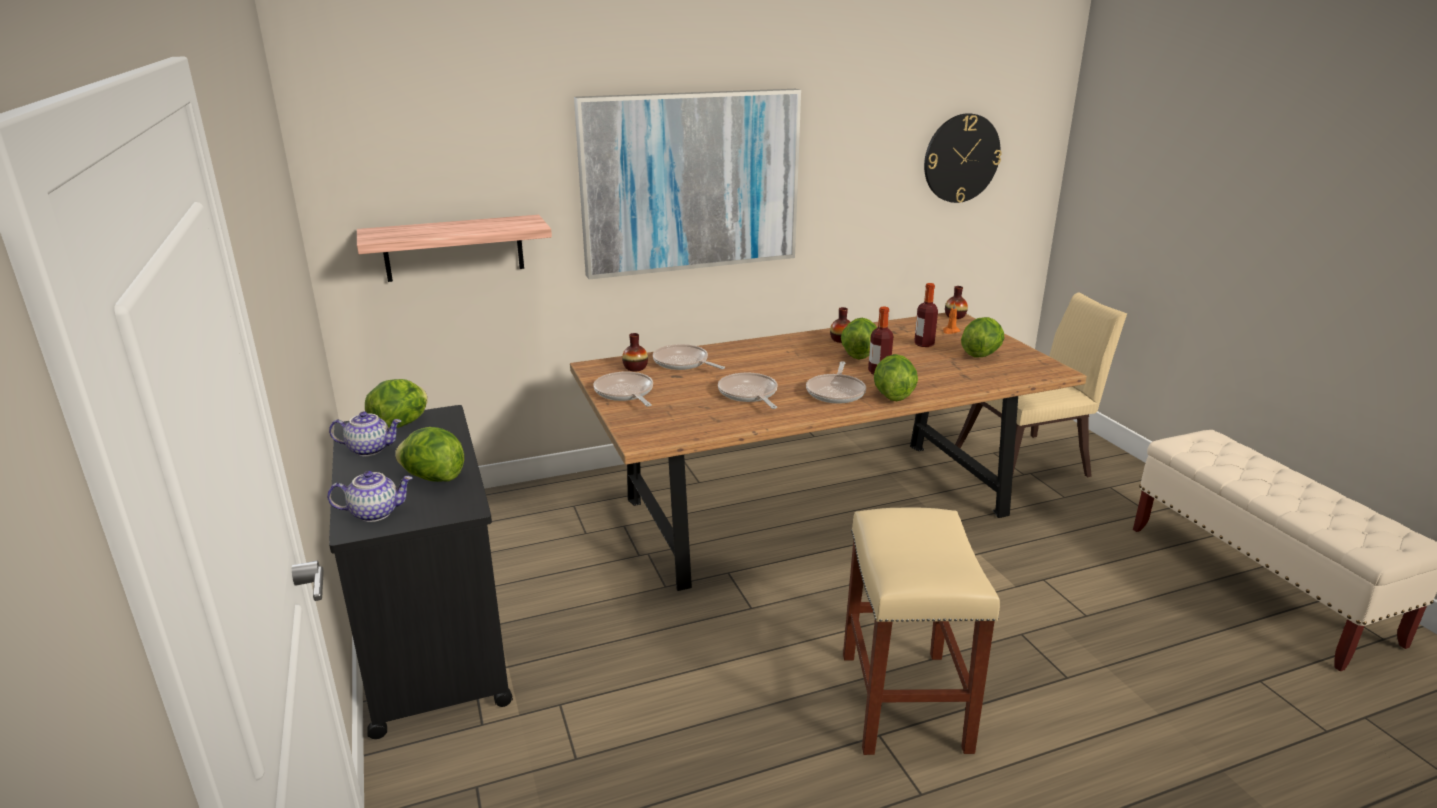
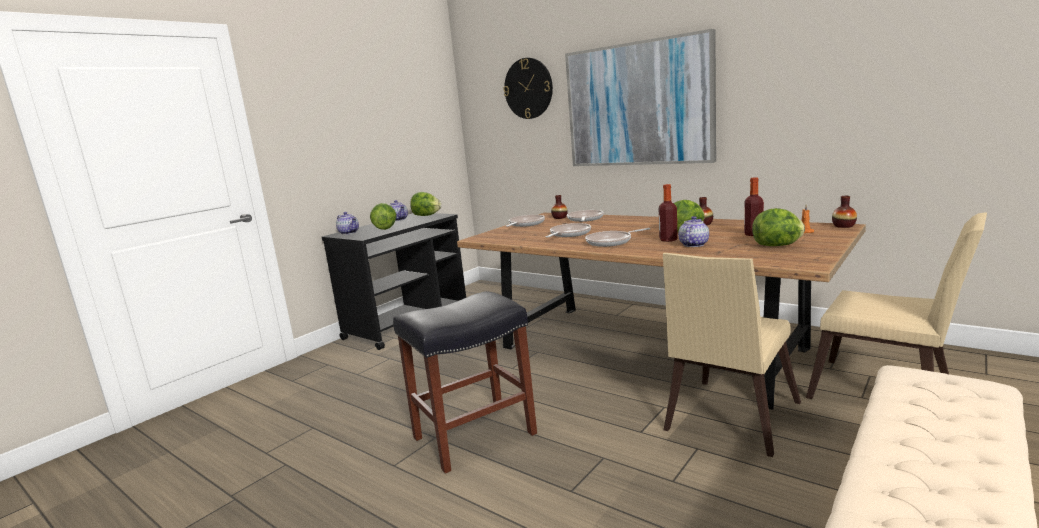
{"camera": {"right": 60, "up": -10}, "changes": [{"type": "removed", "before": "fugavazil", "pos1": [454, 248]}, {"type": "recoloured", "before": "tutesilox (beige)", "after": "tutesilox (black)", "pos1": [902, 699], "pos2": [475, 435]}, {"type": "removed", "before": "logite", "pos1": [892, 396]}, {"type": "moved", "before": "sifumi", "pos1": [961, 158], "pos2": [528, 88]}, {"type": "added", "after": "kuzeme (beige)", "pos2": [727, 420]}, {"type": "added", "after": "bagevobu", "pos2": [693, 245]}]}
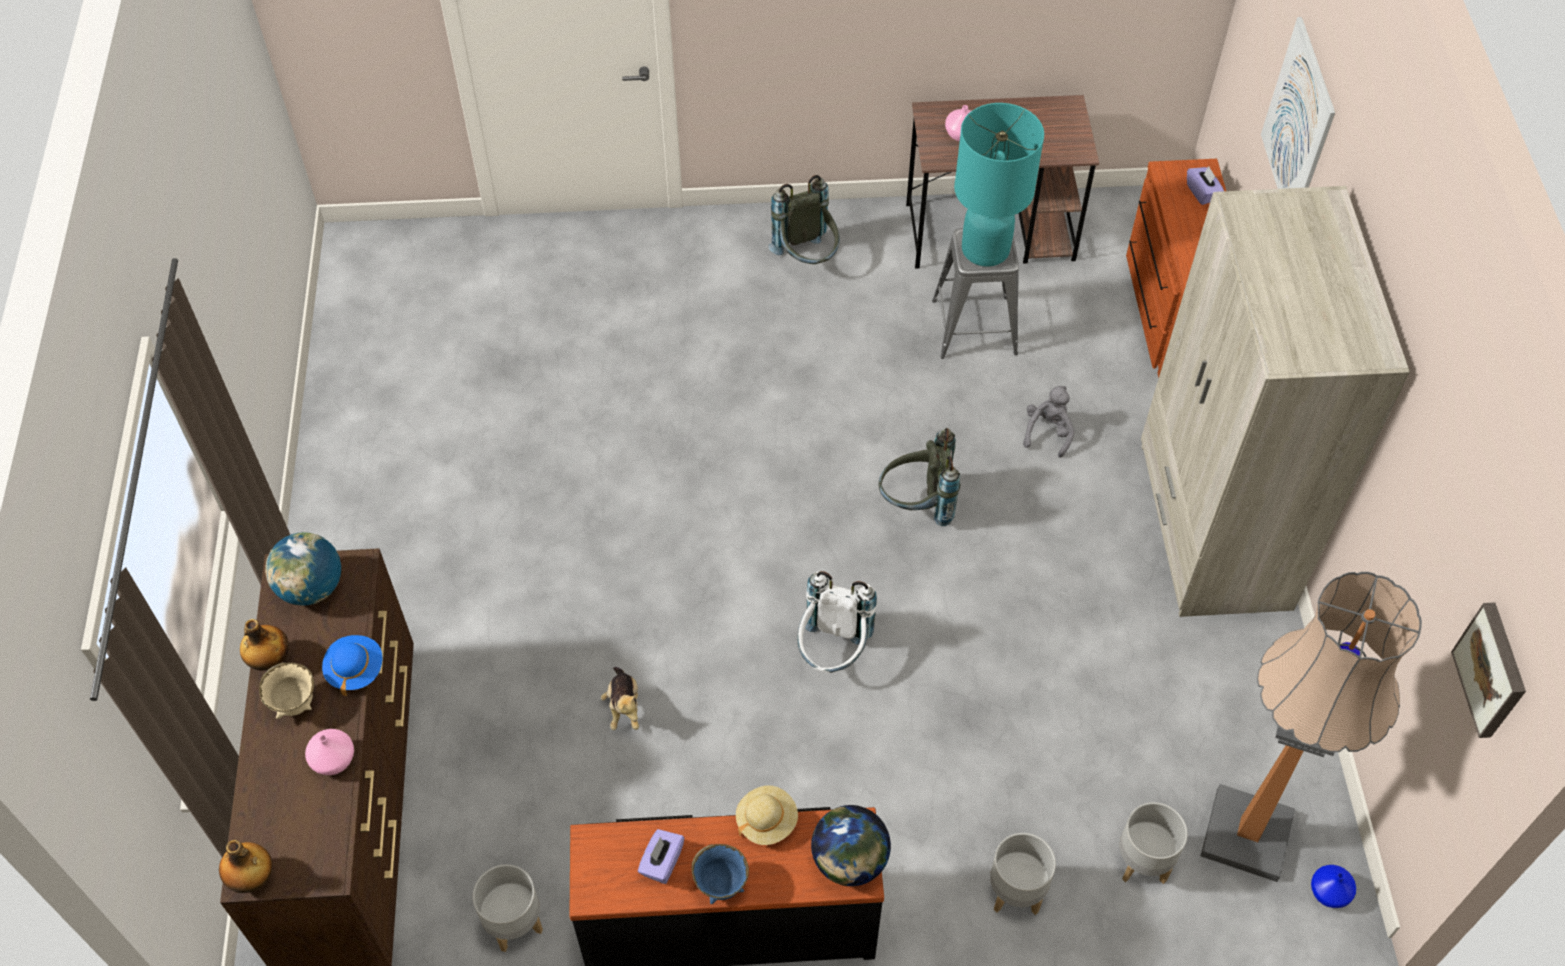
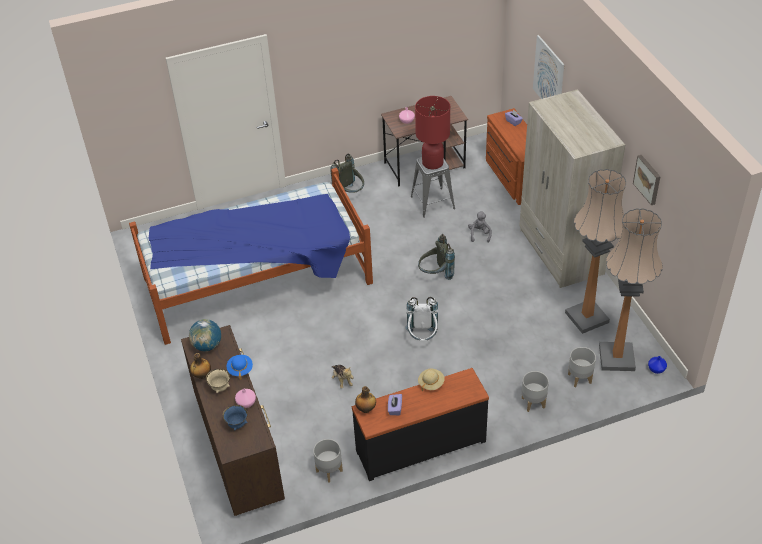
{"camera": {"right": -15, "up": -10}, "changes": [{"type": "moved", "before": "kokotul", "pos1": [253, 879], "pos2": [366, 409]}, {"type": "moved", "before": "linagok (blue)", "pos1": [721, 884], "pos2": [237, 424]}, {"type": "removed", "before": "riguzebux", "pos1": [849, 861]}, {"type": "recoloured", "before": "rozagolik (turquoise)", "after": "rozagolik (red)", "pos1": [985, 250], "pos2": [432, 163]}, {"type": "moved", "before": "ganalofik", "pos1": [1493, 670], "pos2": [648, 179]}, {"type": "added", "after": "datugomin", "pos2": [258, 281]}, {"type": "added", "after": "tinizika", "pos2": [587, 317]}]}
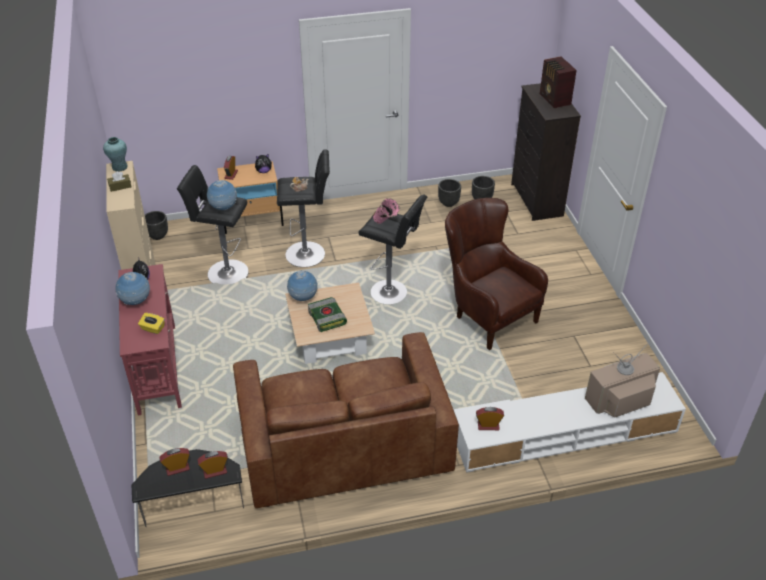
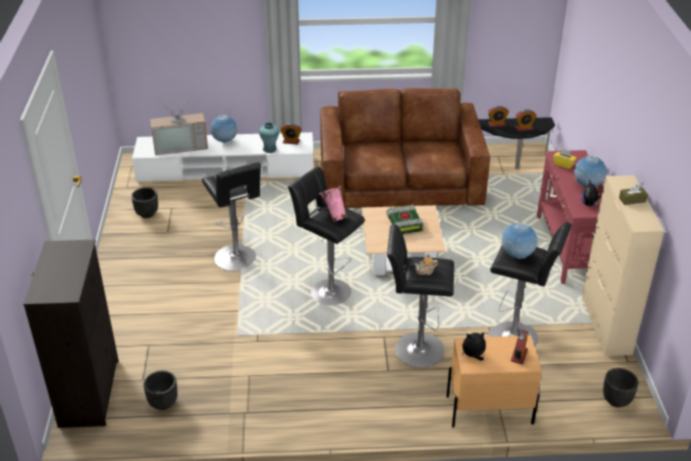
{"camera": {"right": -170, "up": -5}, "changes": [{"type": "moved", "before": "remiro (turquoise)", "pos1": [119, 167], "pos2": [269, 149]}, {"type": "moved", "before": "riguzebux", "pos1": [303, 298], "pos2": [225, 141]}, {"type": "moved", "before": "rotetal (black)", "pos1": [449, 203], "pos2": [146, 214]}, {"type": "replaced", "before": "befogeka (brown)", "after": "tutesilox (black)", "pos1": [487, 314], "pos2": [238, 259]}, {"type": "removed", "before": "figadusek", "pos1": [554, 100]}]}
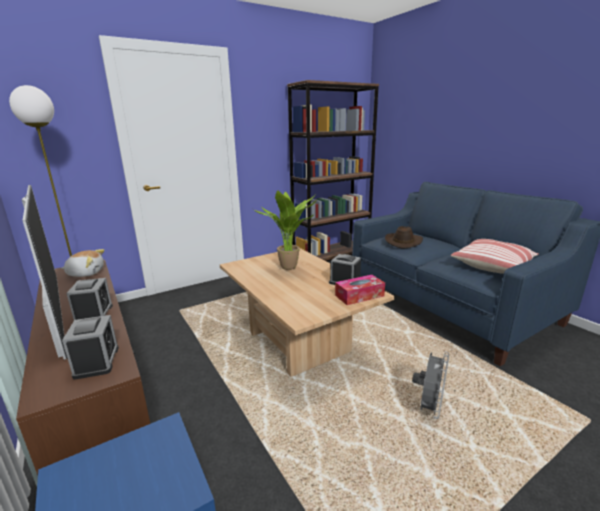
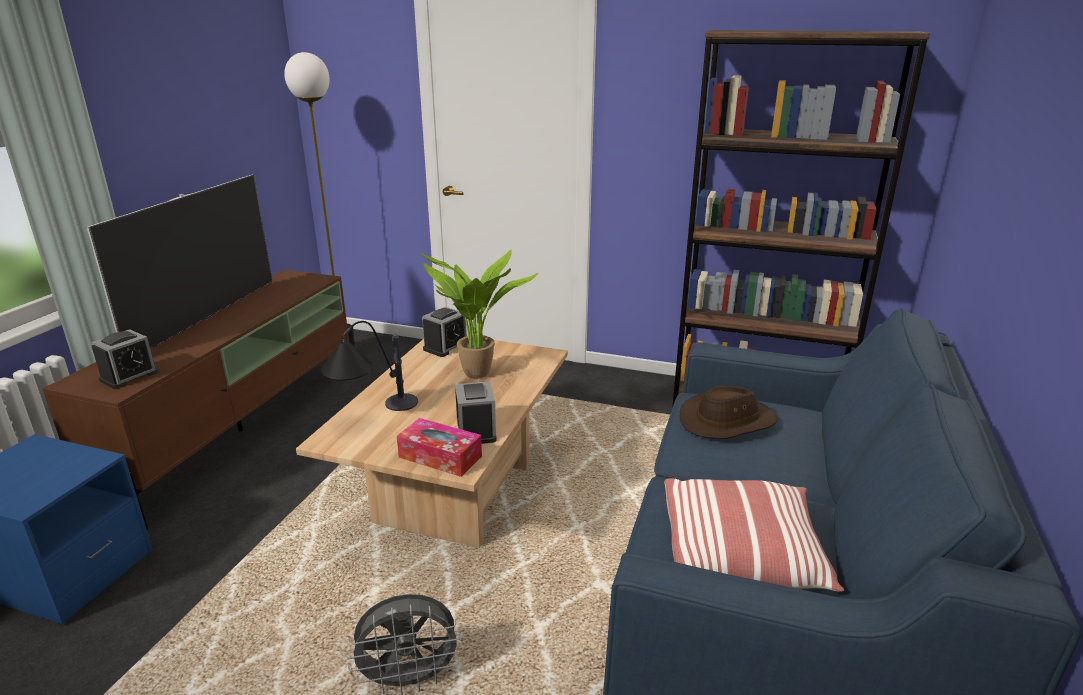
{"camera": {"right": 50, "up": 5}, "changes": [{"type": "removed", "before": "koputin", "pos1": [86, 273]}, {"type": "moved", "before": "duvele", "pos1": [94, 314], "pos2": [446, 347]}, {"type": "added", "after": "rozagolik", "pos2": [372, 414]}]}
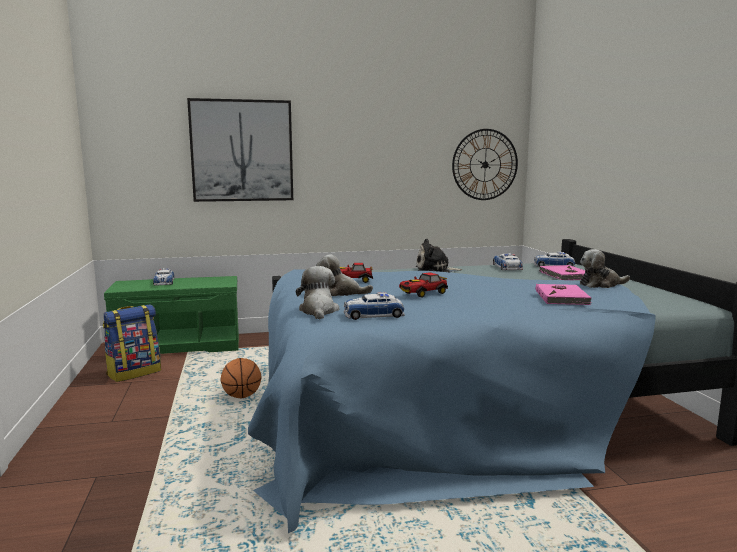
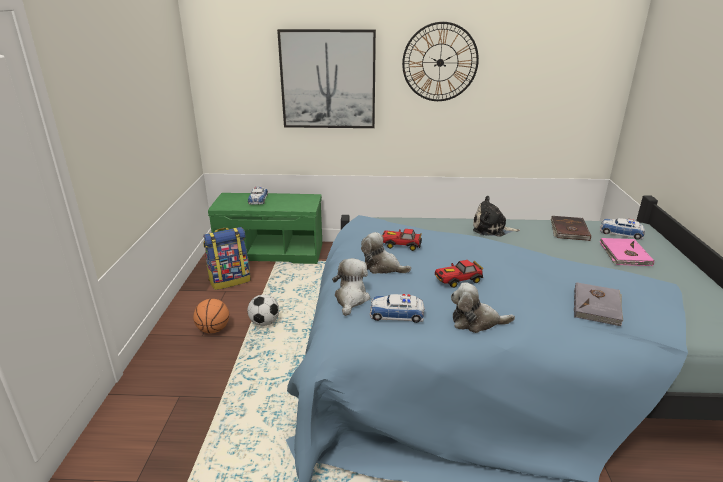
{"camera": {"right": 15, "up": 15}, "changes": [{"type": "moved", "before": "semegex", "pos1": [242, 396], "pos2": [213, 330]}, {"type": "moved", "before": "sifumi", "pos1": [485, 164], "pos2": [440, 62]}, {"type": "replaced", "before": "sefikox", "after": "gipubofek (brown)", "pos1": [507, 267], "pos2": [568, 230]}, {"type": "recoloured", "before": "gipubofek (pink)", "after": "gipubofek (grey)", "pos1": [562, 297], "pos2": [597, 306]}, {"type": "moved", "before": "koputin", "pos1": [601, 284], "pos2": [476, 322]}, {"type": "added", "after": "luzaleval", "pos2": [264, 322]}]}
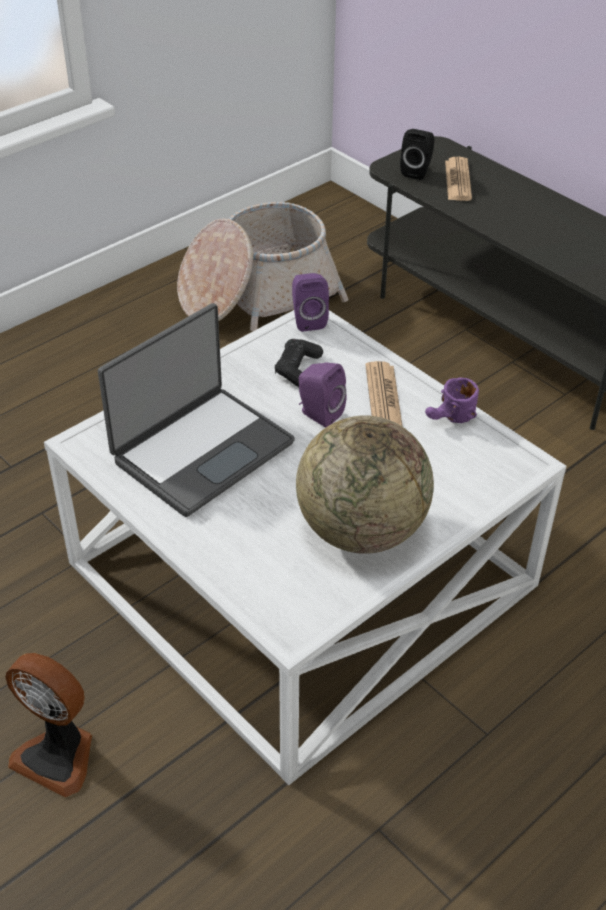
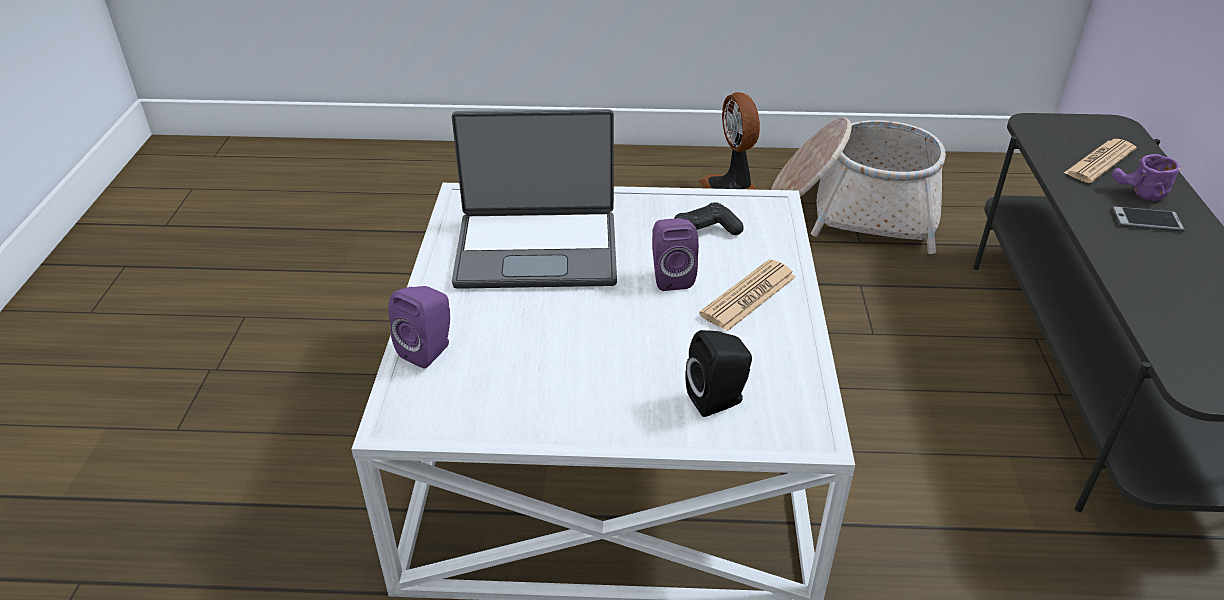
{"camera": {"right": 45, "up": -5}, "changes": [{"type": "moved", "before": "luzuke", "pos1": [58, 755], "pos2": [730, 189]}, {"type": "moved", "before": "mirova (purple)", "pos1": [308, 320], "pos2": [429, 350]}, {"type": "removed", "before": "riguzebux", "pos1": [361, 530]}, {"type": "moved", "before": "mirova (black)", "pos1": [417, 171], "pos2": [719, 400]}, {"type": "moved", "before": "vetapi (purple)", "pos1": [450, 419], "pos2": [1137, 193]}, {"type": "added", "after": "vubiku", "pos2": [1146, 220]}]}
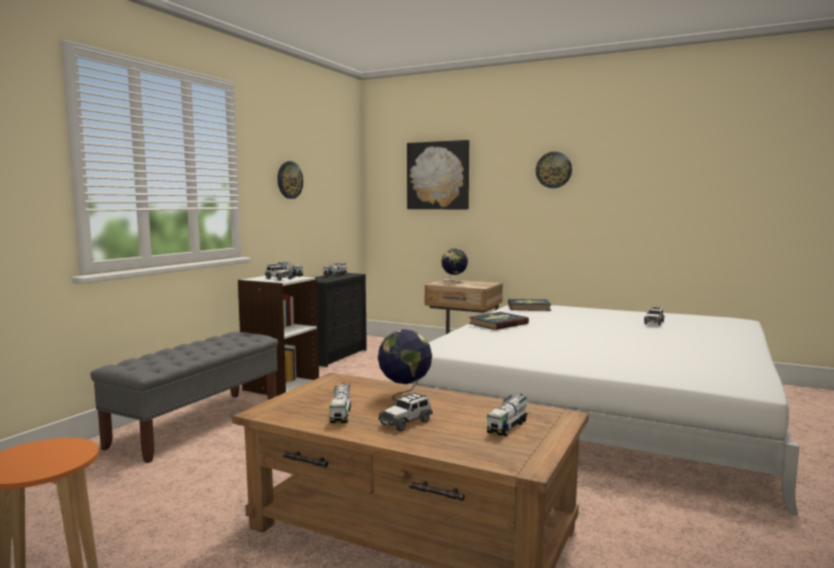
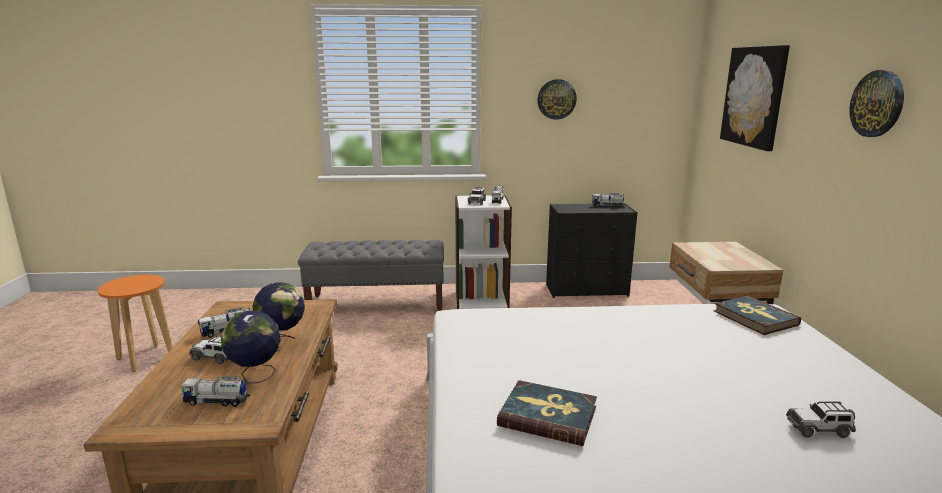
{"camera": {"right": 60, "up": 10}, "changes": [{"type": "moved", "before": "riguzebux", "pos1": [454, 282], "pos2": [256, 376]}, {"type": "moved", "before": "gipubofek", "pos1": [498, 323], "pos2": [548, 416]}]}
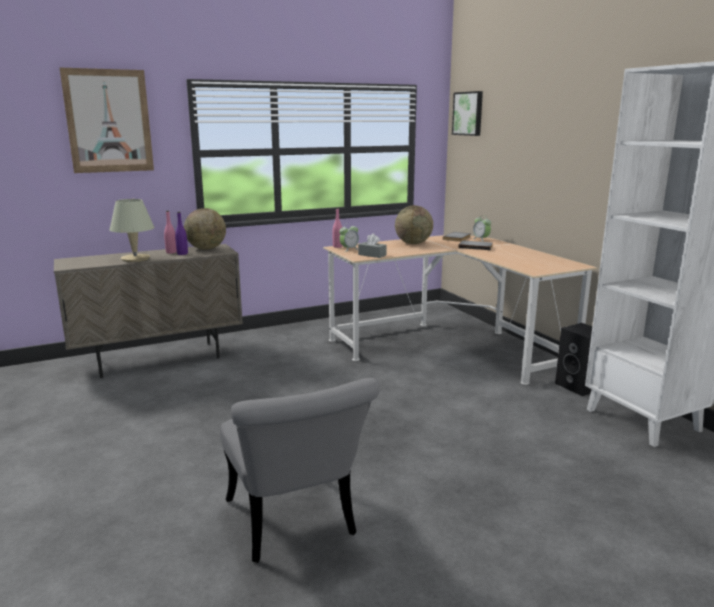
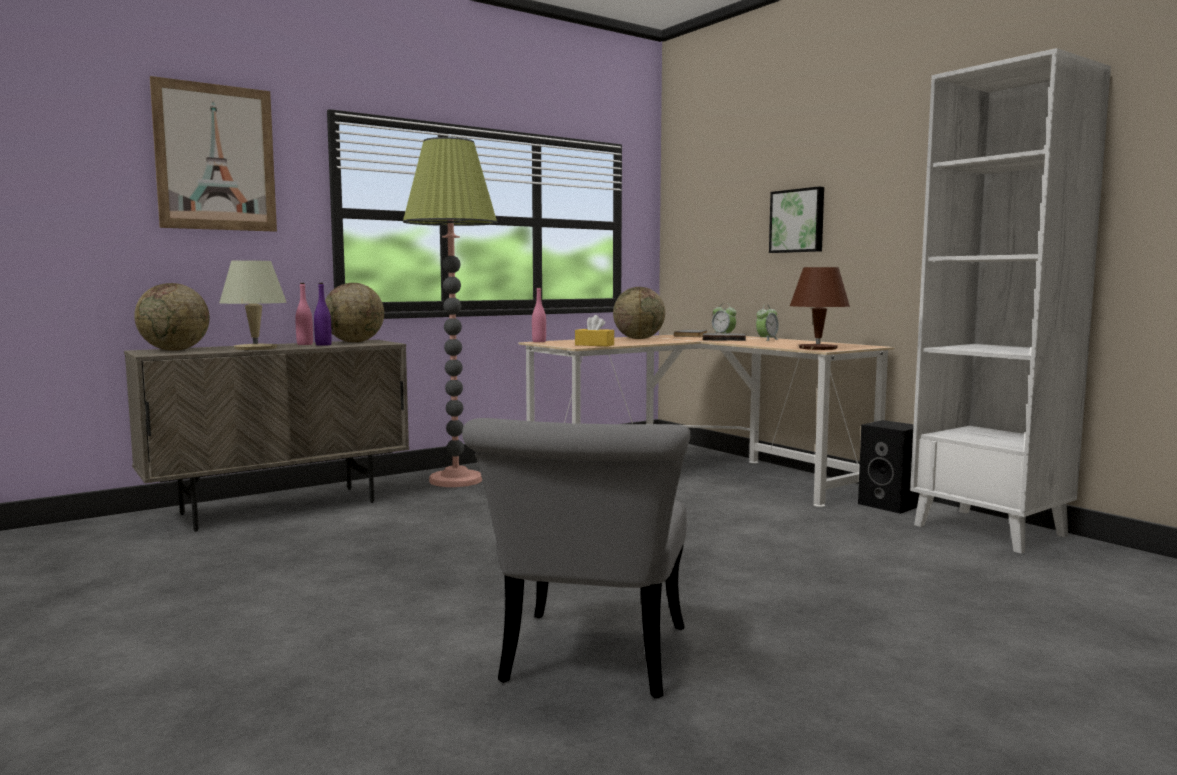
{"camera": {"right": -10, "up": -10}, "changes": [{"type": "turned", "before": "kuzeme (grey)", "pos1": [295, 525], "pos2": [590, 664], "turn": 45}, {"type": "moved", "before": "duvele", "pos1": [349, 249], "pos2": [766, 339]}, {"type": "recoloured", "before": "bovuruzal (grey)", "after": "bovuruzal (yellow)", "pos1": [372, 255], "pos2": [594, 345]}, {"type": "moved", "before": "ganalofik", "pos1": [468, 113], "pos2": [798, 221]}, {"type": "added", "after": "riguzebux", "pos2": [175, 350]}, {"type": "added", "after": "tinizika", "pos2": [456, 480]}, {"type": "added", "after": "rozagolik (brown)", "pos2": [818, 348]}]}
